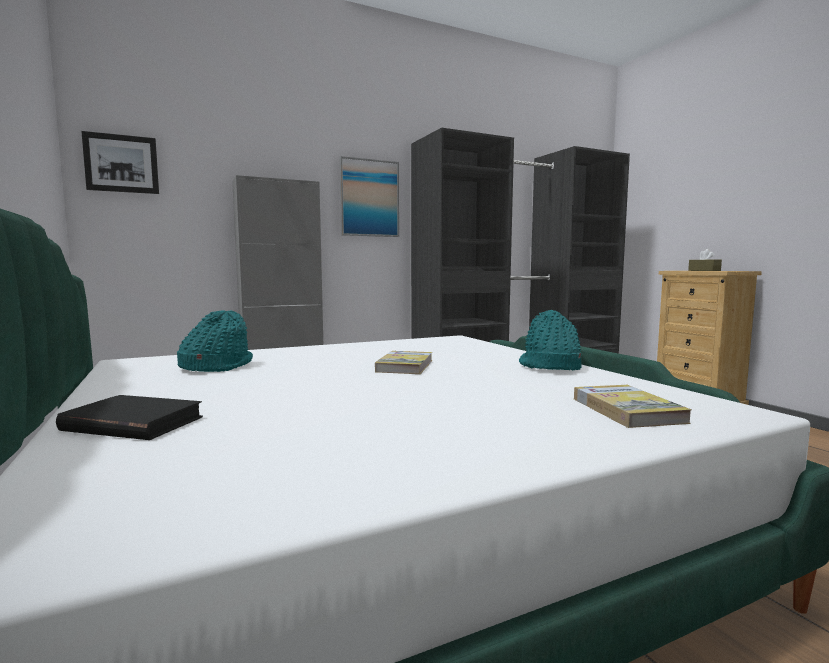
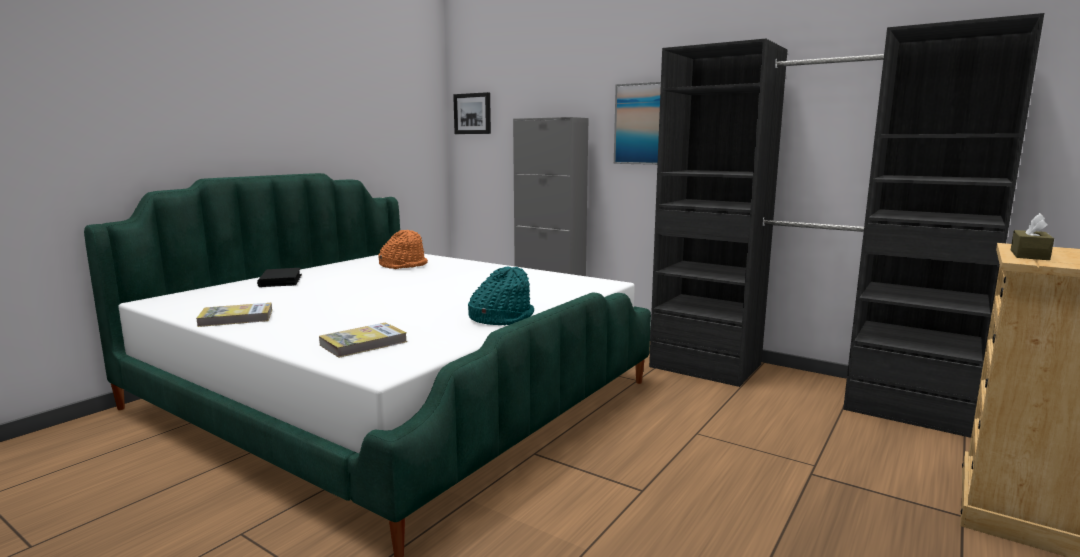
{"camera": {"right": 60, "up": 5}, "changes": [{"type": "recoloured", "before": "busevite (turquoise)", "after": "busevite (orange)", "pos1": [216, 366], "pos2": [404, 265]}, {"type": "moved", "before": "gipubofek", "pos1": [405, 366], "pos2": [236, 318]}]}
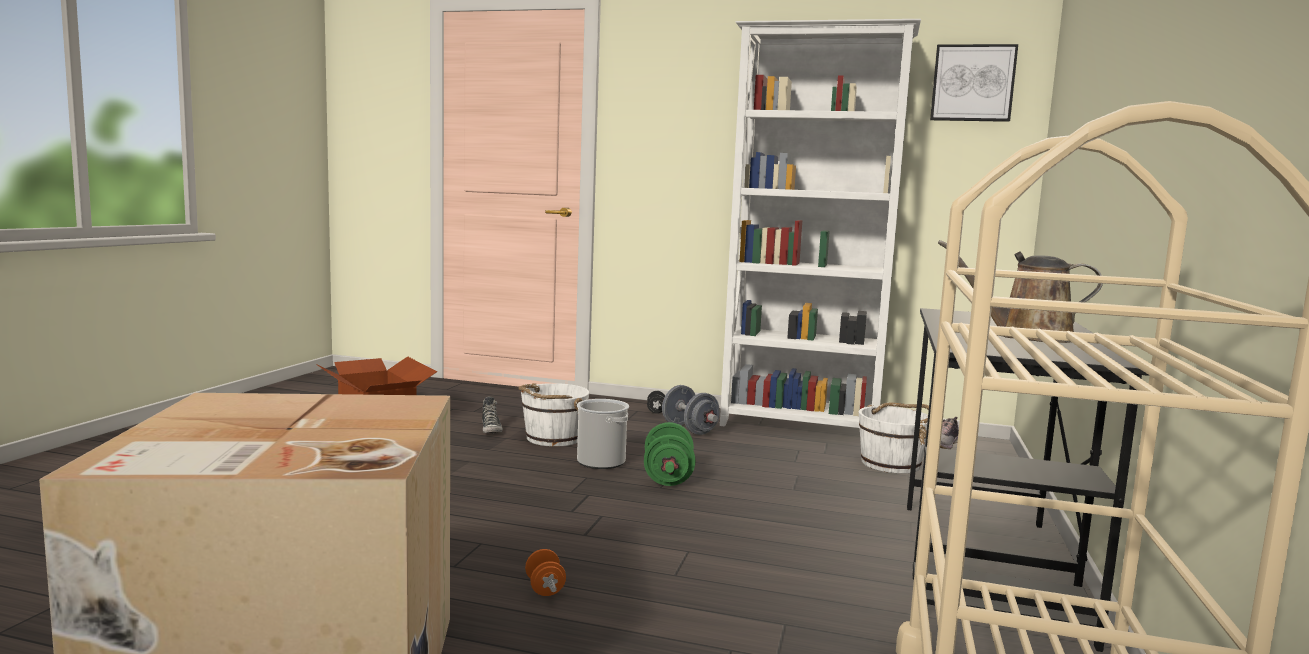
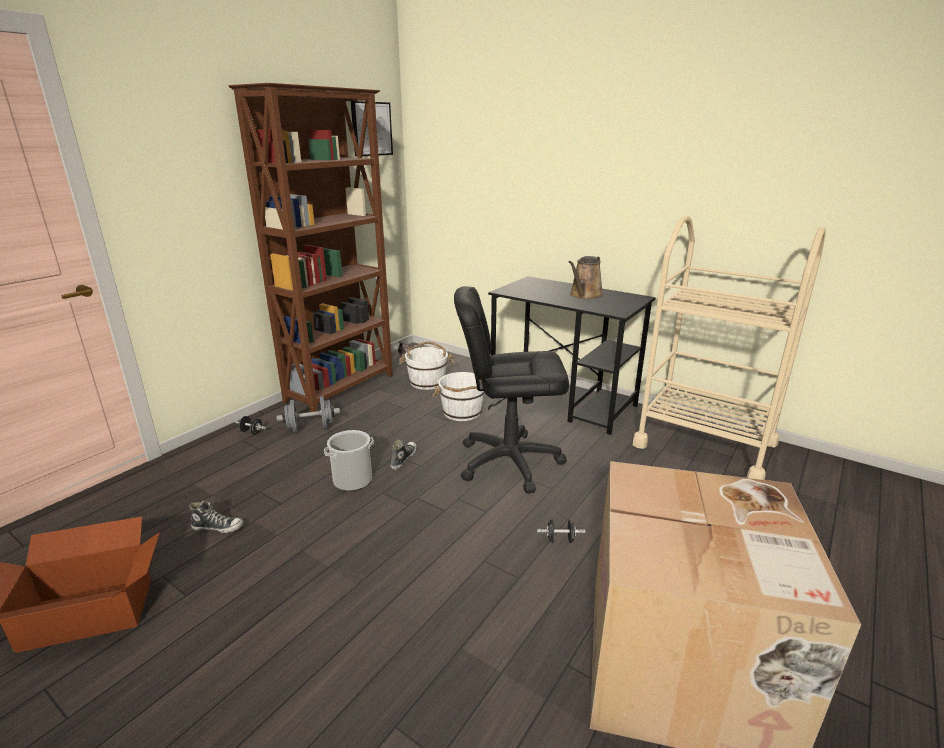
{"camera": {"right": -70, "up": 15}, "changes": [{"type": "moved", "before": "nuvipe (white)", "pos1": [552, 438], "pos2": [462, 412]}, {"type": "recoloured", "before": "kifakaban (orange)", "after": "kifakaban (black)", "pos1": [545, 588], "pos2": [560, 540]}, {"type": "replaced", "before": "kifakaban (green)", "after": "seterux", "pos1": [668, 477], "pos2": [403, 458]}, {"type": "recoloured", "before": "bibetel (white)", "after": "bibetel (brown)", "pos1": [800, 427], "pos2": [342, 388]}, {"type": "added", "after": "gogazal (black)", "pos2": [509, 461]}]}
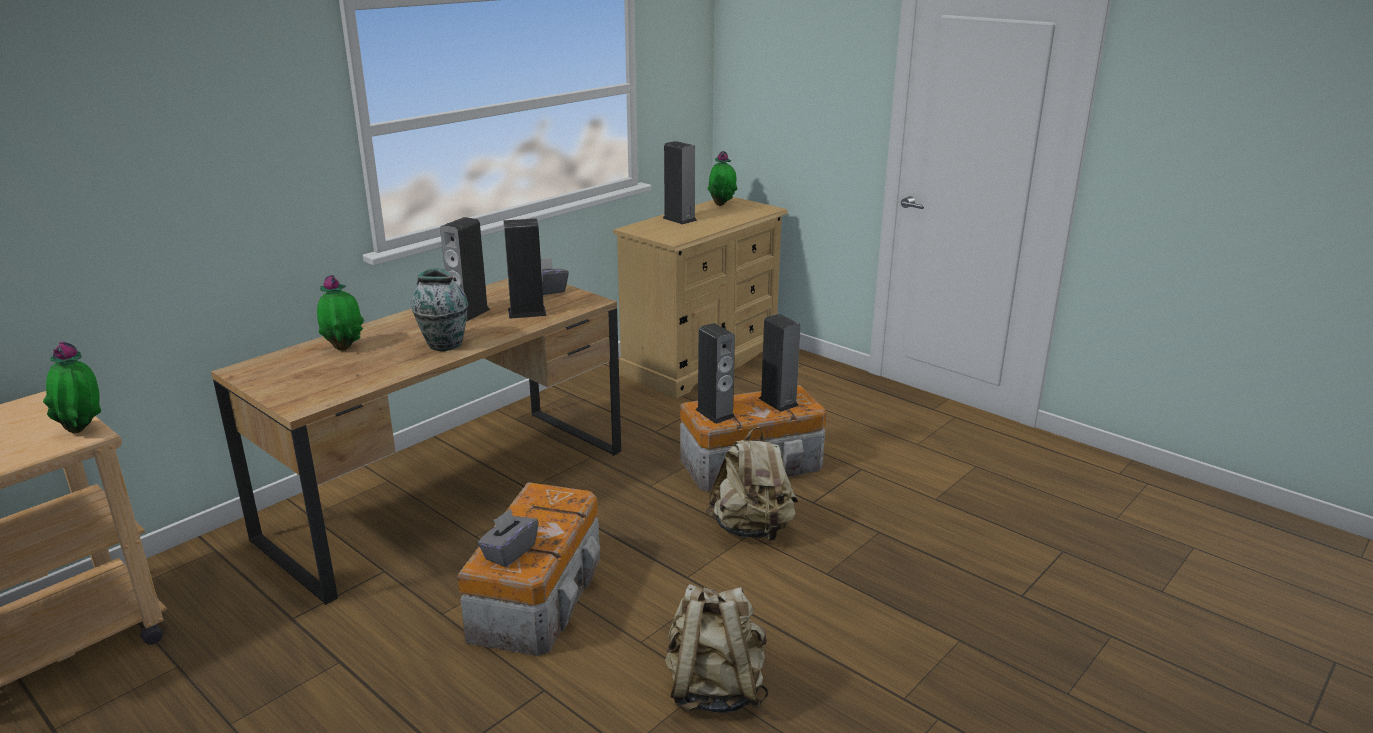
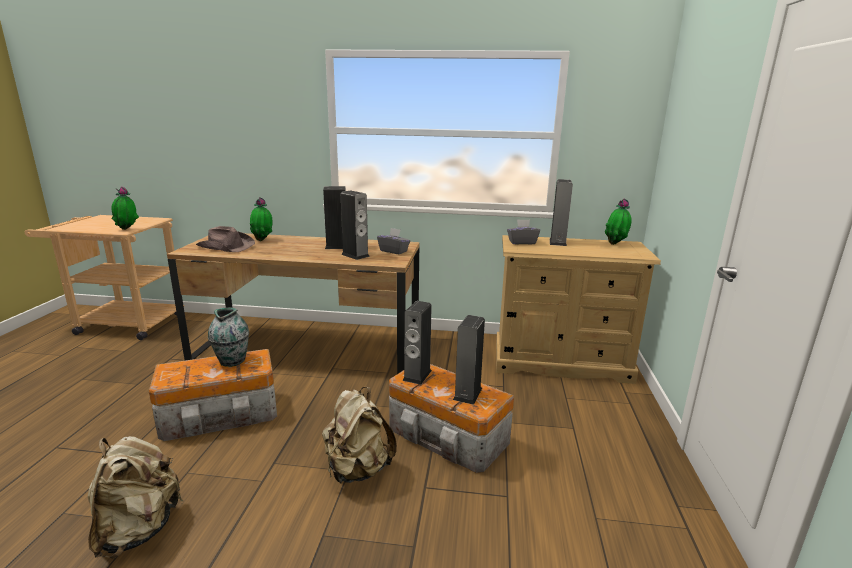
{"camera": {"right": 55, "up": -5}, "changes": [{"type": "moved", "before": "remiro", "pos1": [444, 344], "pos2": [232, 360]}, {"type": "moved", "before": "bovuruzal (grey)", "pos1": [509, 552], "pos2": [522, 242]}, {"type": "added", "after": "busevite (brown)", "pos2": [226, 246]}]}
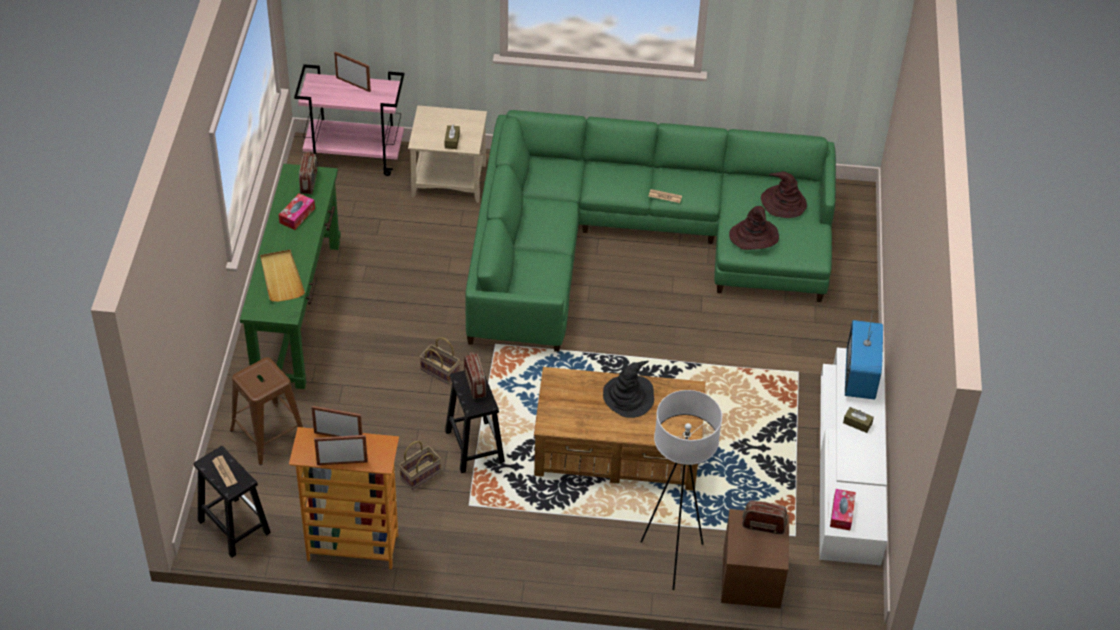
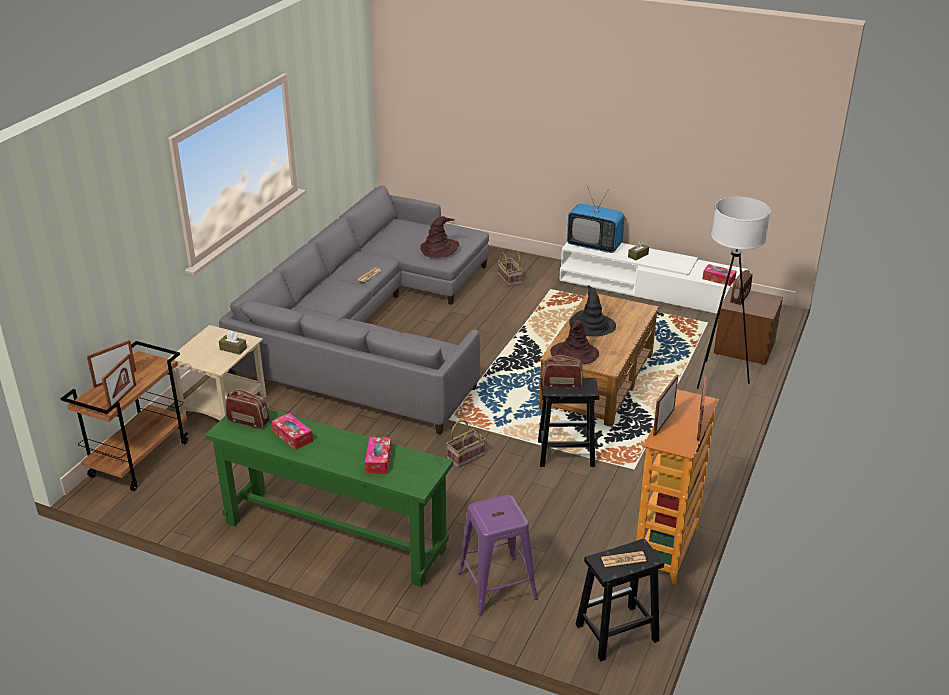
{"camera": {"right": -70, "up": -15}, "changes": [{"type": "recoloured", "before": "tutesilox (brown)", "after": "tutesilox (purple)", "pos1": [268, 434], "pos2": [497, 585]}, {"type": "replaced", "before": "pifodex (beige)", "after": "bovuruzal", "pos1": [281, 277], "pos2": [378, 460]}, {"type": "recoloured", "before": "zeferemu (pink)", "after": "zeferemu (brown)", "pos1": [355, 155], "pos2": [140, 458]}, {"type": "moved", "before": "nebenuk", "pos1": [420, 474], "pos2": [508, 279]}, {"type": "recoloured", "before": "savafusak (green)", "after": "savafusak (grey)", "pos1": [636, 240], "pos2": [371, 327]}, {"type": "moved", "before": "busevite (brown)", "pos1": [783, 202], "pos2": [574, 354]}, {"type": "added", "after": "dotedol", "pos2": [122, 397]}]}
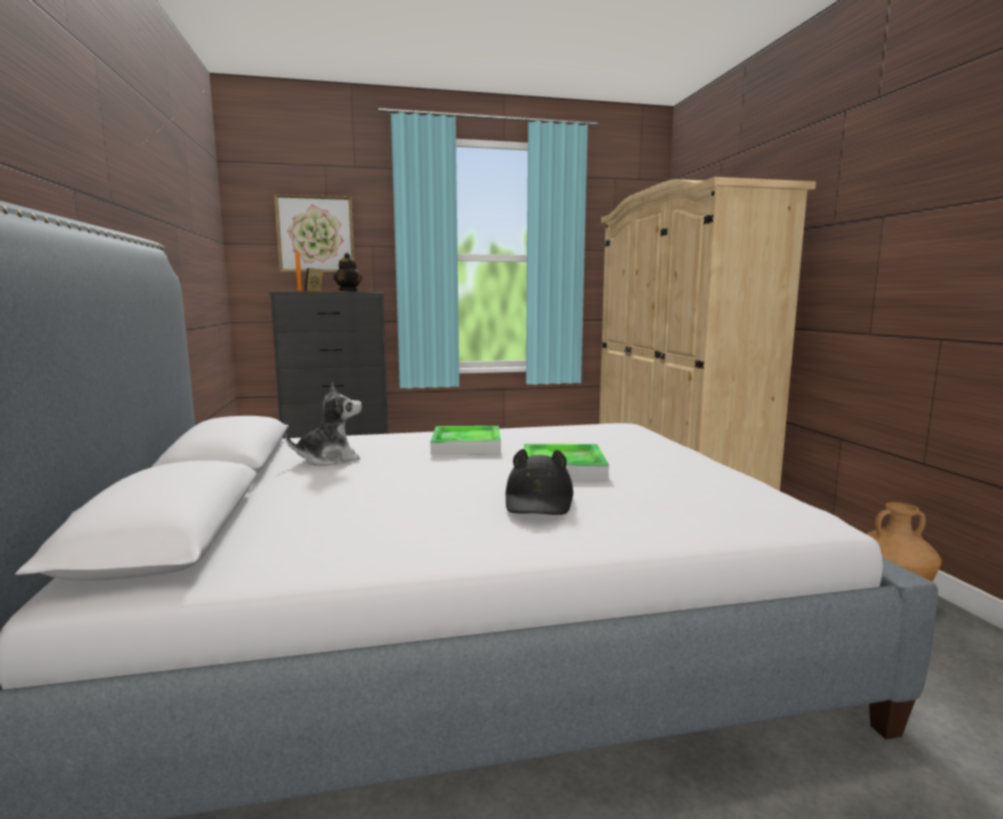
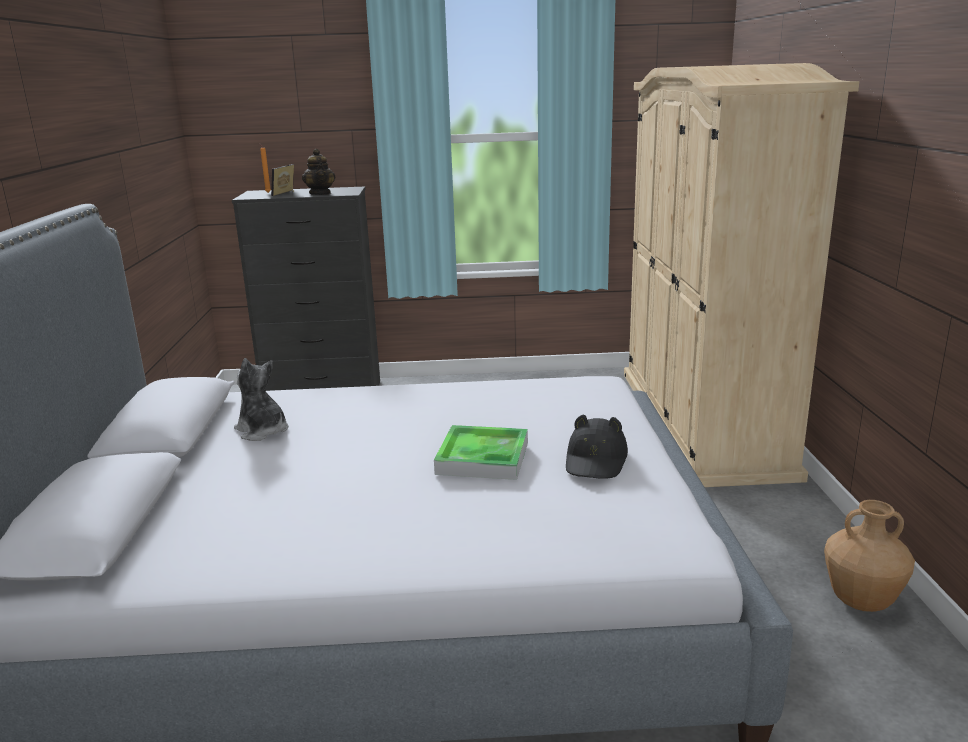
{"camera": {"right": 10, "up": 10}, "changes": [{"type": "removed", "before": "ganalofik", "pos1": [315, 234]}, {"type": "turned", "before": "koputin", "pos1": [329, 459], "pos2": [262, 431], "turn": -120}, {"type": "removed", "before": "pifodex", "pos1": [466, 445]}, {"type": "moved", "before": "busevite (black)", "pos1": [539, 501], "pos2": [596, 460]}]}
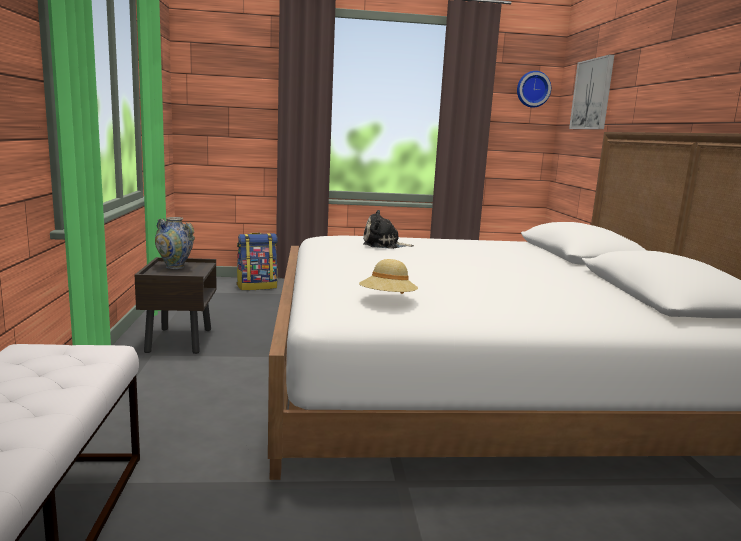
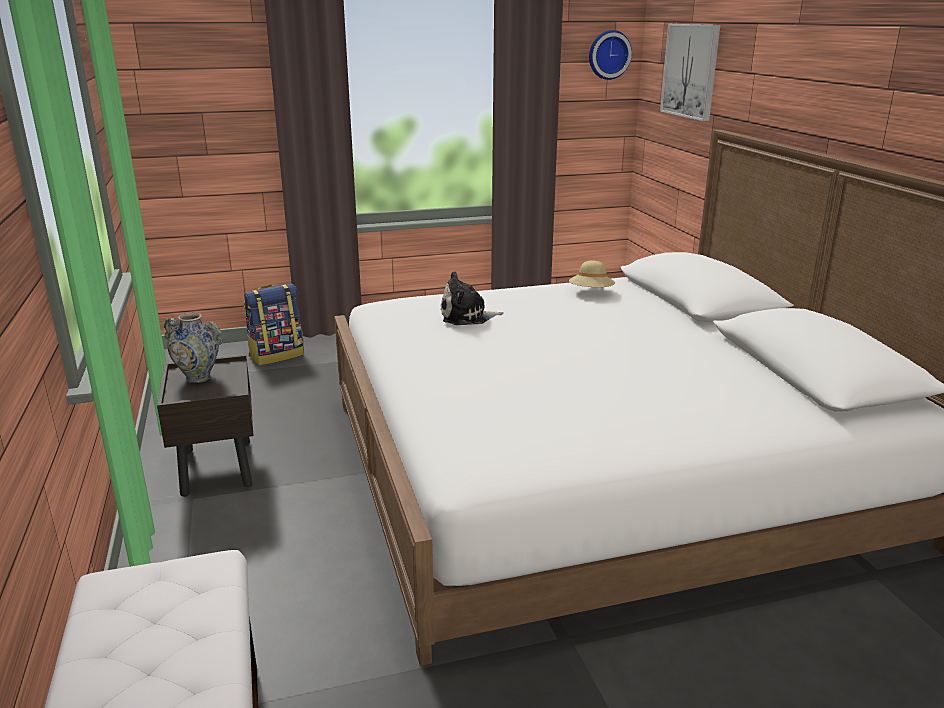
{"camera": {"right": -10, "up": 10}, "changes": [{"type": "moved", "before": "busevite (beige)", "pos1": [387, 300], "pos2": [591, 292]}]}
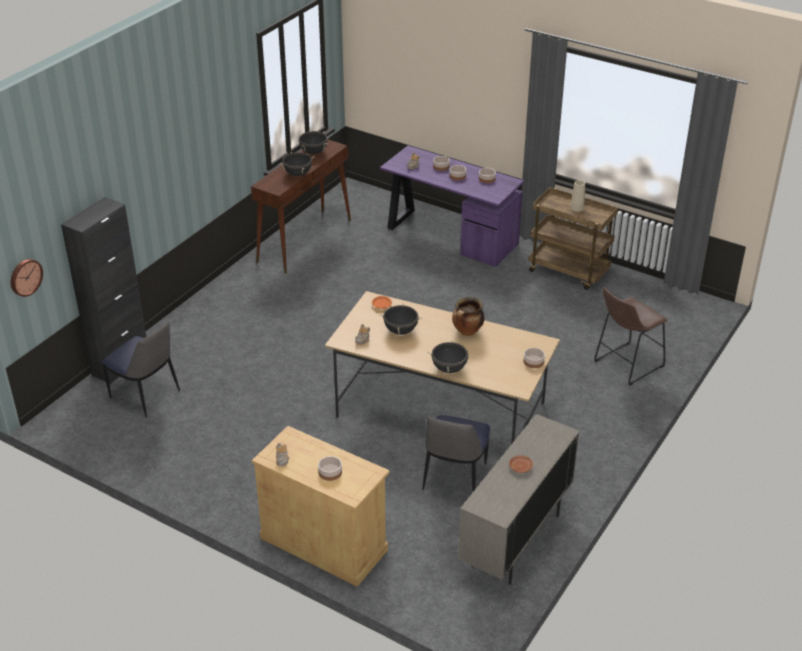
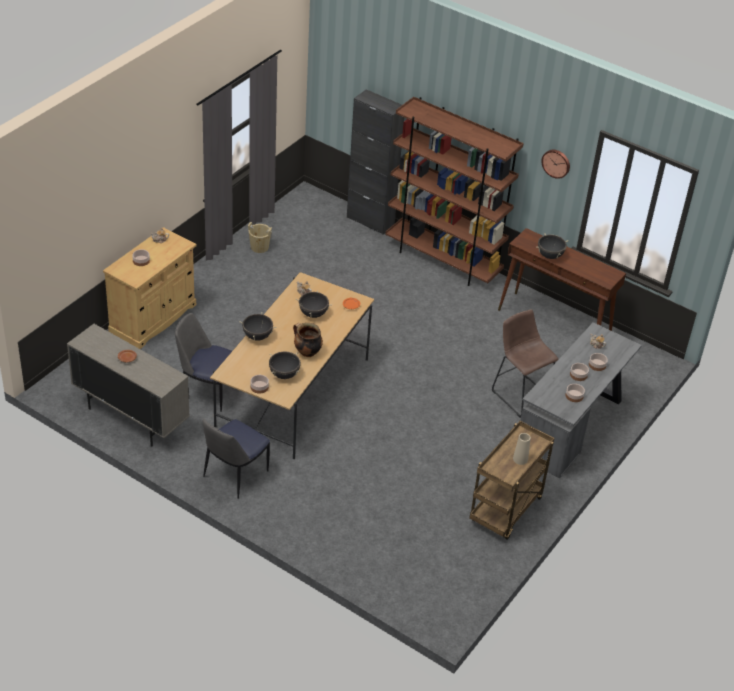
{"camera": {"right": 90, "up": 5}, "changes": [{"type": "moved", "before": "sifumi", "pos1": [25, 277], "pos2": [556, 163]}, {"type": "moved", "before": "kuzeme", "pos1": [146, 396], "pos2": [234, 475]}, {"type": "moved", "before": "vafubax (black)", "pos1": [313, 152], "pos2": [284, 374]}, {"type": "recoloured", "before": "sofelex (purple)", "after": "sofelex (grey)", "pos1": [449, 235], "pos2": [572, 426]}, {"type": "moved", "before": "tutesilox (brown)", "pos1": [625, 365], "pos2": [520, 394]}, {"type": "added", "after": "nuvipe (beige)", "pos2": [259, 247]}, {"type": "added", "after": "bibetel (brown)", "pos2": [443, 261]}]}
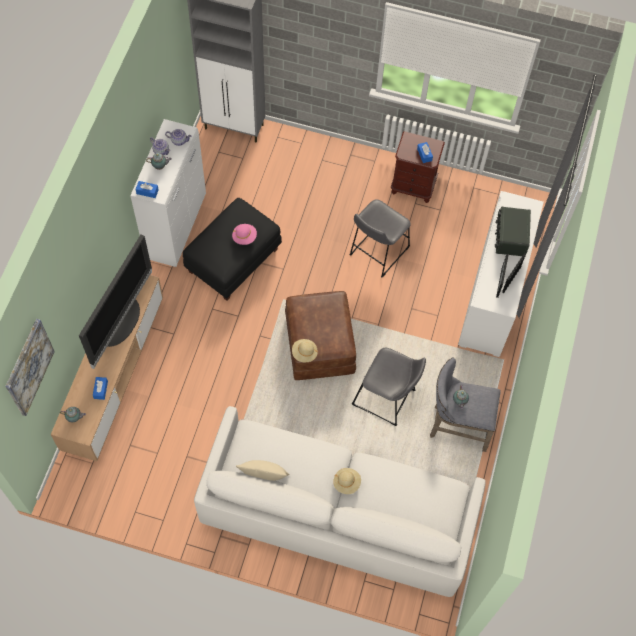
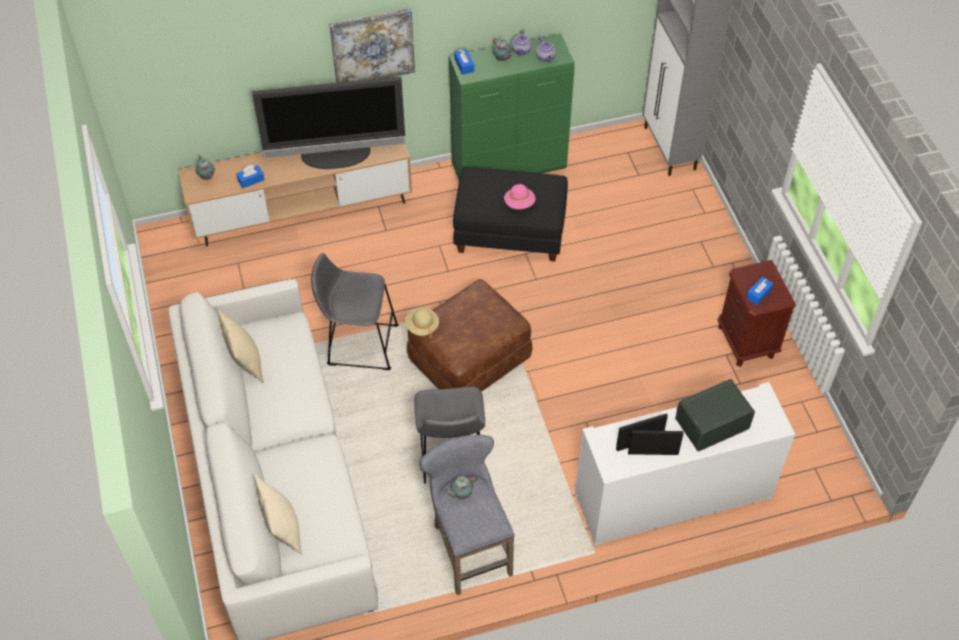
{"camera": {"right": 60, "up": -10}, "changes": [{"type": "moved", "before": "ganalofik", "pos1": [29, 367], "pos2": [372, 47]}, {"type": "recoloured", "before": "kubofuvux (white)", "after": "kubofuvux (green)", "pos1": [176, 226], "pos2": [509, 167]}, {"type": "removed", "before": "busevite (beige)", "pos1": [347, 483]}, {"type": "moved", "before": "tutesilox (grey)", "pos1": [377, 253], "pos2": [358, 344]}, {"type": "added", "after": "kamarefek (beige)", "pos2": [283, 529]}]}
